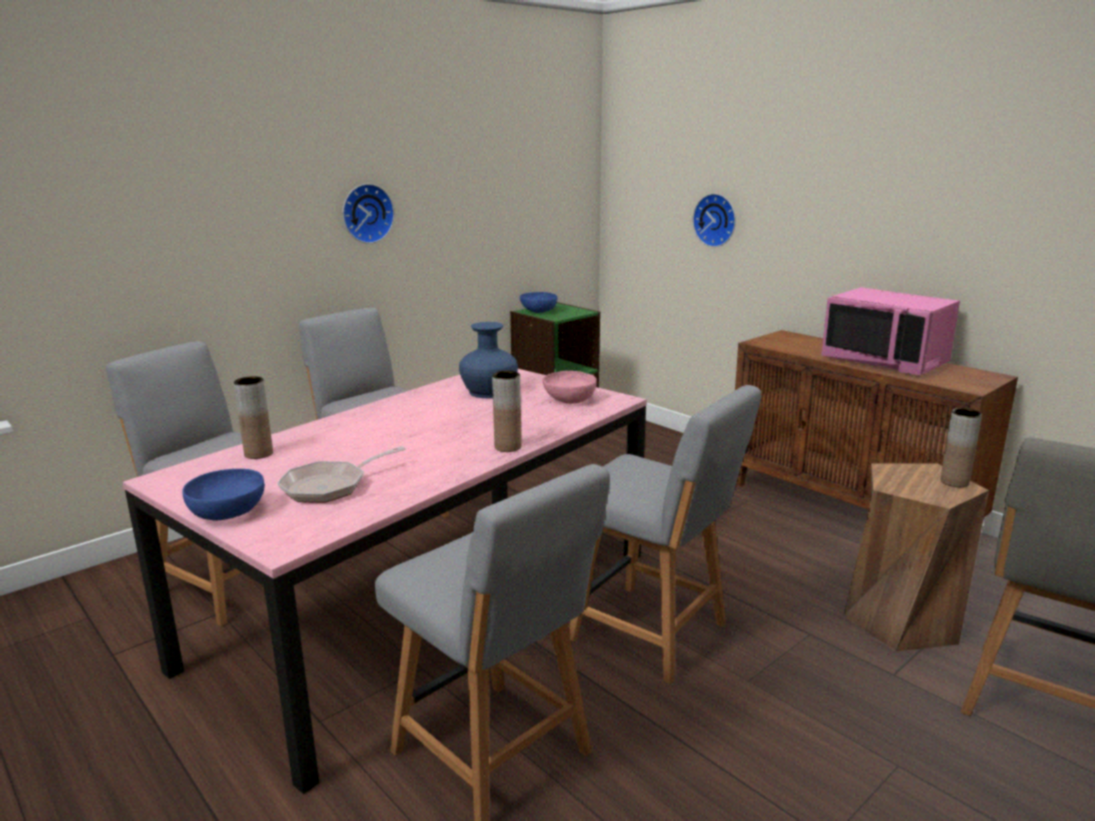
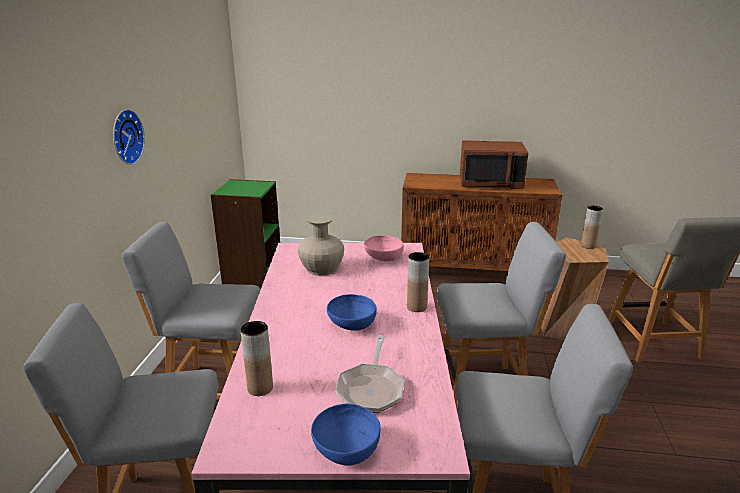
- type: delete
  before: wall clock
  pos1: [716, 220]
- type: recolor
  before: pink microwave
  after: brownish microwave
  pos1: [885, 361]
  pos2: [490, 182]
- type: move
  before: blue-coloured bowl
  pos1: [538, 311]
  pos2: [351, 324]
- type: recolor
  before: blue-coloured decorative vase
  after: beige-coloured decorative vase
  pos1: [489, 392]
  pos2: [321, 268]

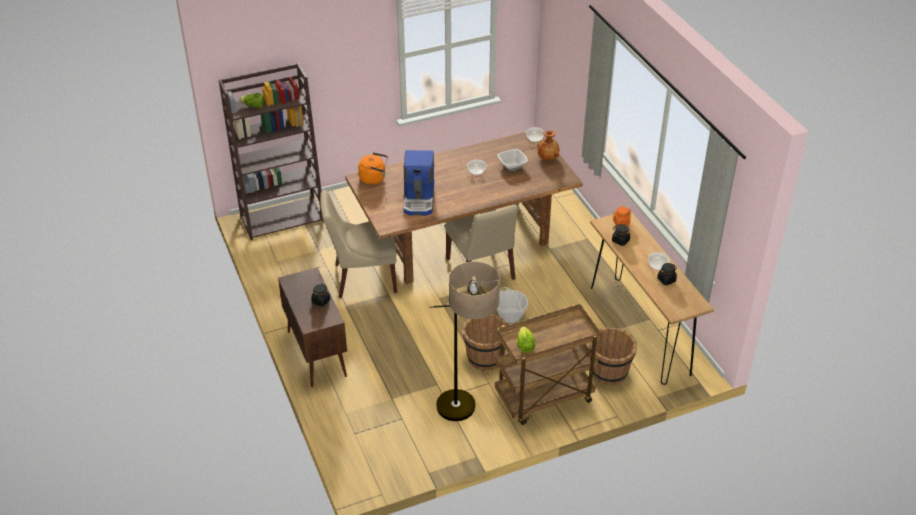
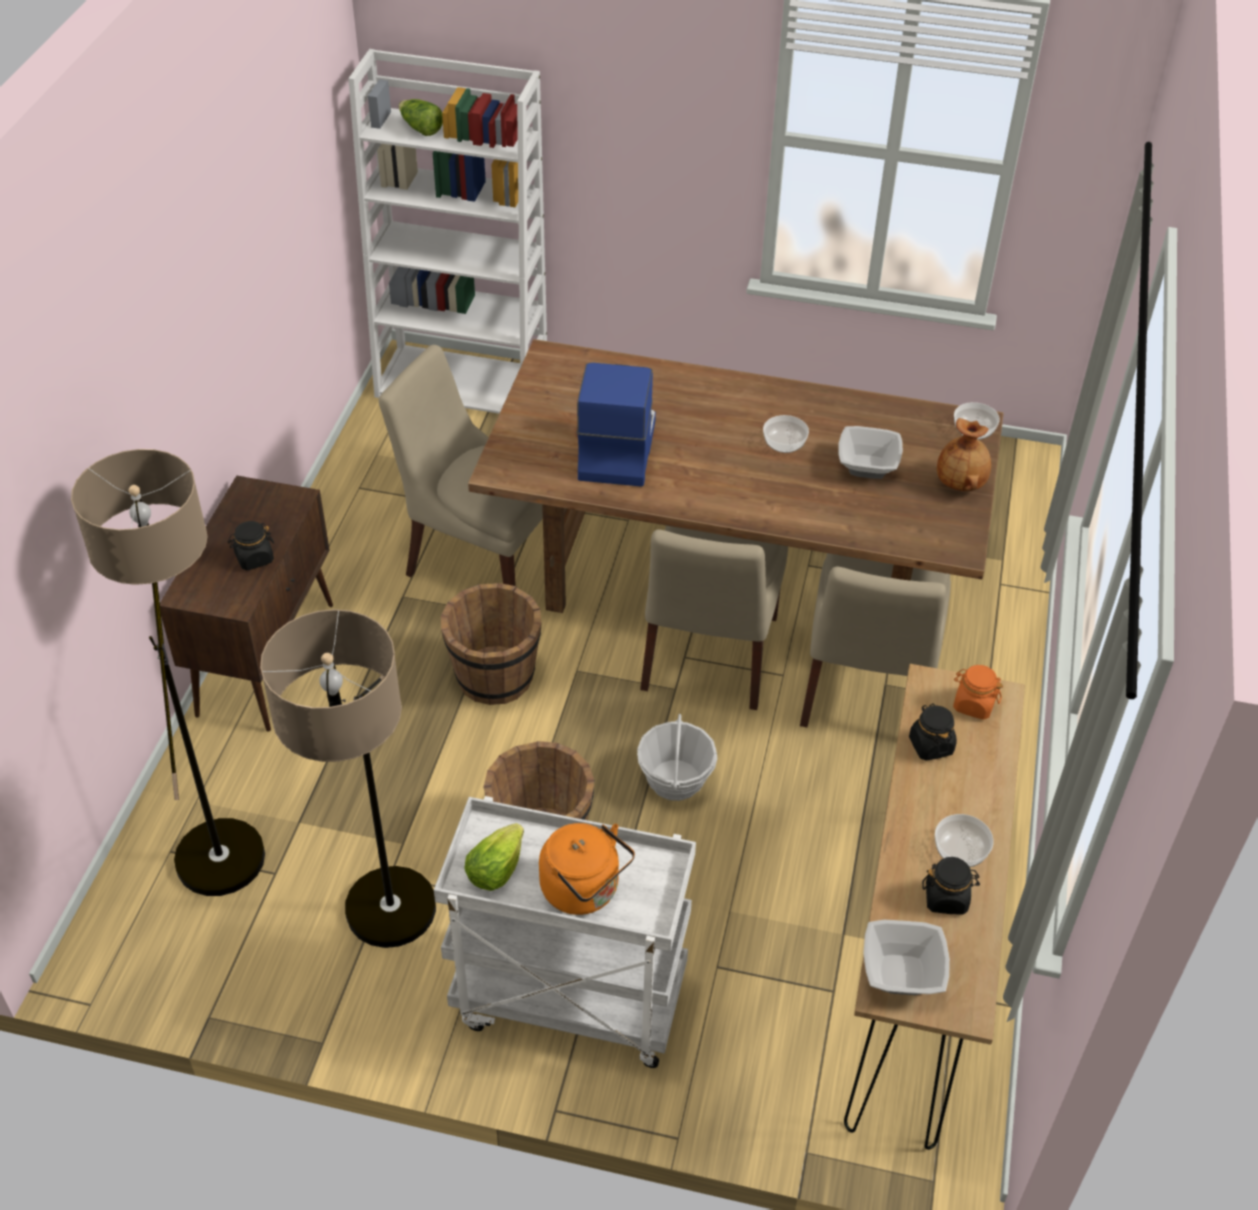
- type: recolor
  before: brownish shelving unit
  after: white-coloured shelving unit
  pos1: [283, 218]
  pos2: [464, 383]
- type: rotate
  before: coffee maker
  pos1: [419, 199]
  pos2: [616, 448]
  turn: 150
- type: move
  before: orange water kettle
  pos1: [374, 178]
  pos2: [584, 890]
- type: recolor
  before: brownish cart
  after: white-coloured cart
  pos1: [544, 399]
  pos2: [567, 1000]
- type: move
  before: brownish pail
  pos1: [609, 372]
  pos2: [495, 678]
- type: insert
  after: floor lamp
  pos2: [220, 830]
- type: insert
  after: beige-coloured upright chair
  pos2: [866, 692]
- type: insert
  after: bowl
  pos2: [901, 972]

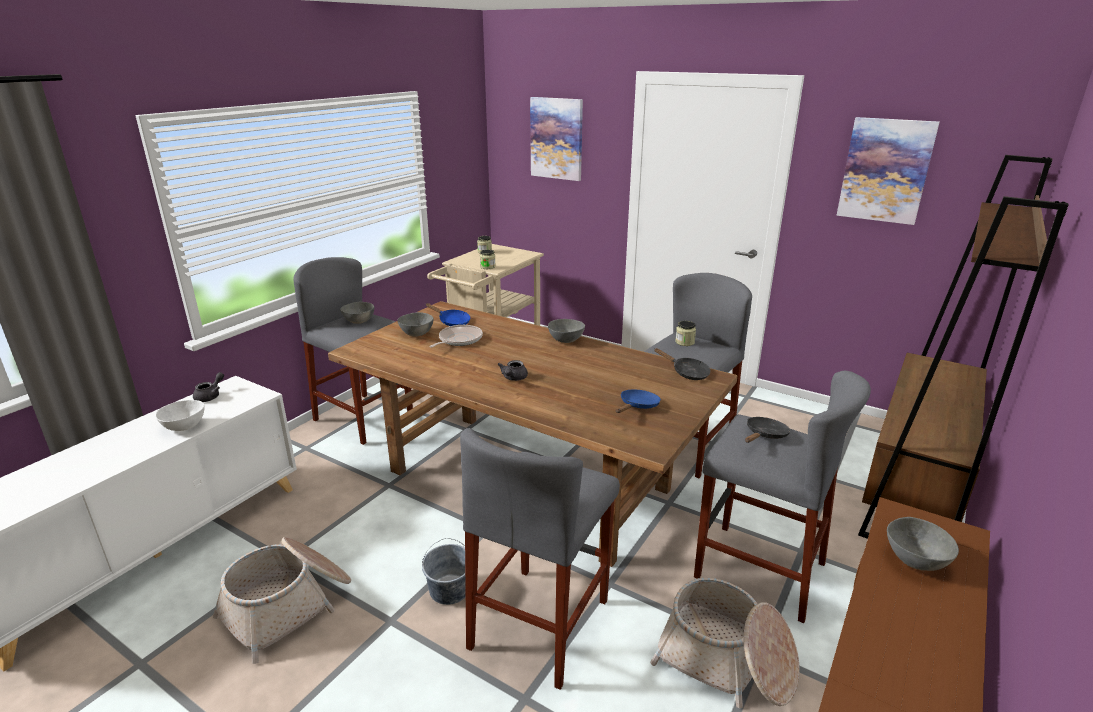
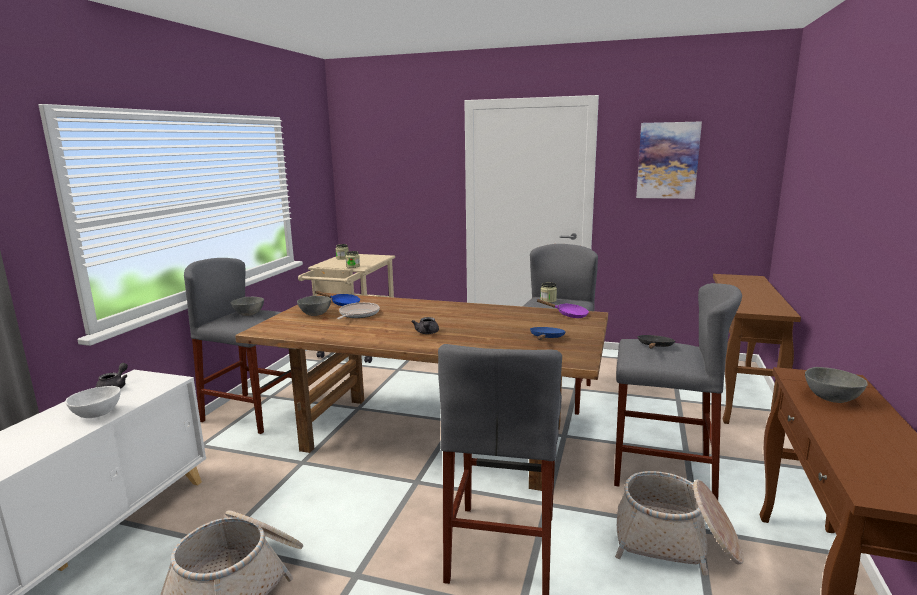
- type: delete
  before: picture
  pos1: [556, 138]
- type: replace
  before: brownish shelving unit
  after: brownish narrow table
  pos1: [913, 486]
  pos2: [738, 396]
- type: delete
  before: greyish bowl
  pos1: [566, 340]
- type: recolor
  before: blackish skillet
  after: purple skillet
  pos1: [687, 372]
  pos2: [568, 315]
- type: delete
  before: greyish pail
  pos1: [449, 590]

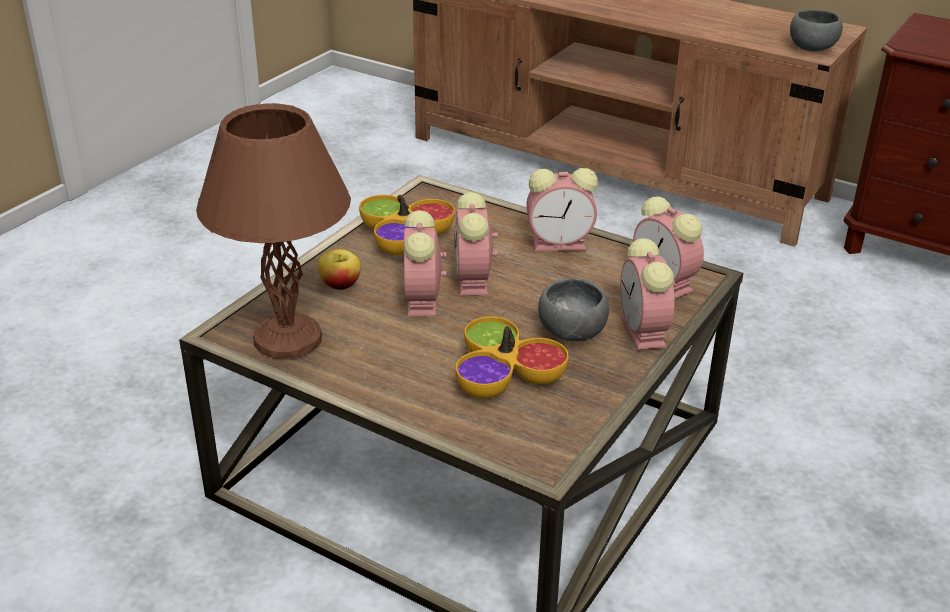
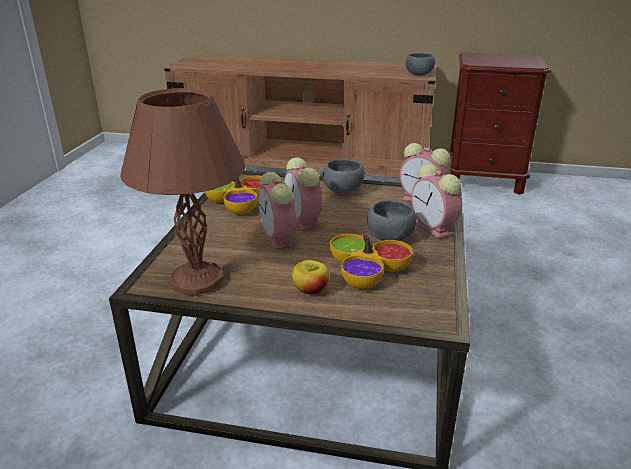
- type: replace
  before: bedside clock
  after: greyish bowl
  pos1: [561, 243]
  pos2: [344, 190]
- type: move
  before: apple fruit
  pos1: [340, 284]
  pos2: [310, 290]

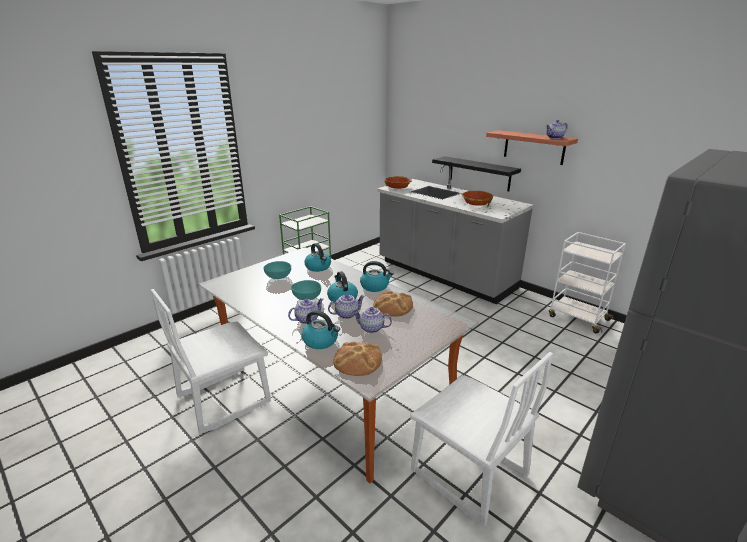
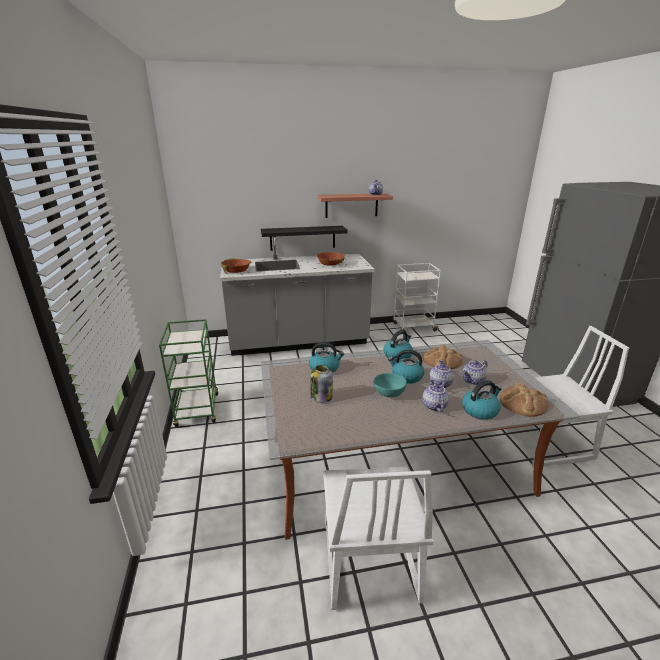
- type: replace
  before: blue-green bowl
  after: storage jar
  pos1: [277, 277]
  pos2: [321, 396]

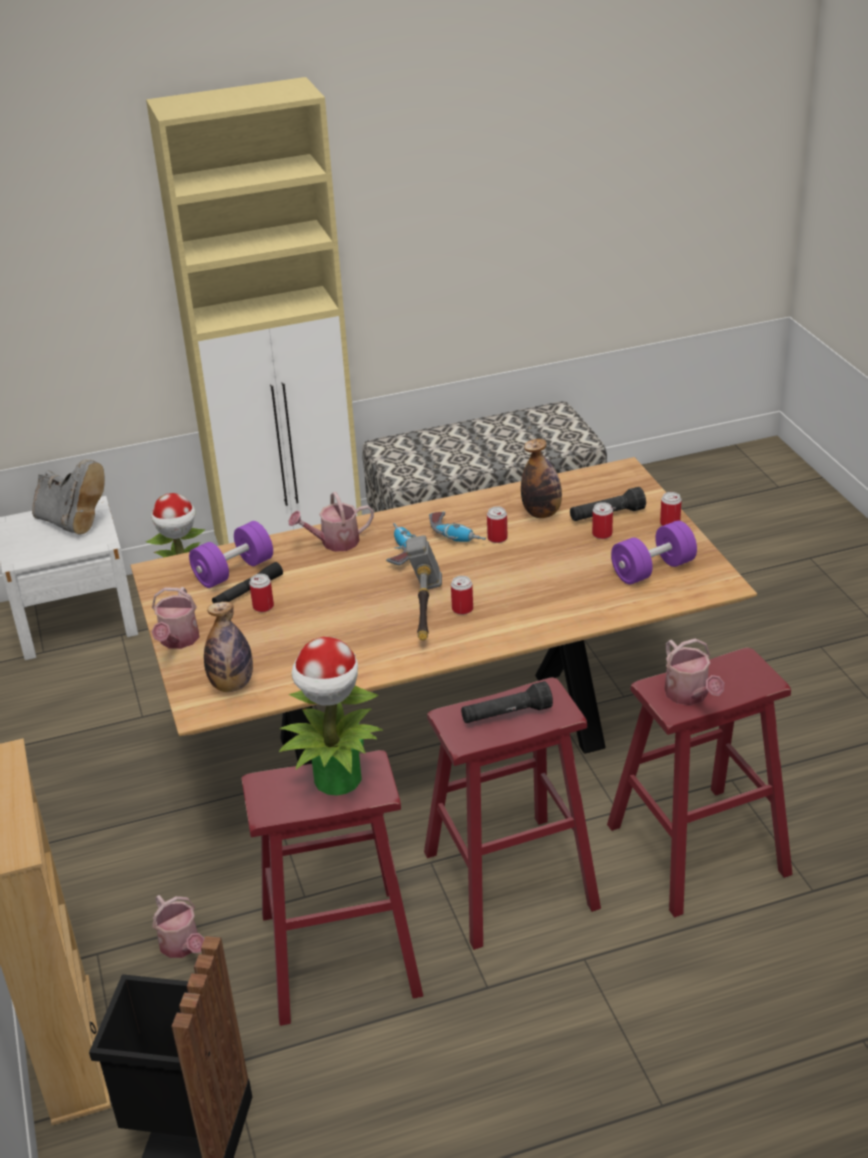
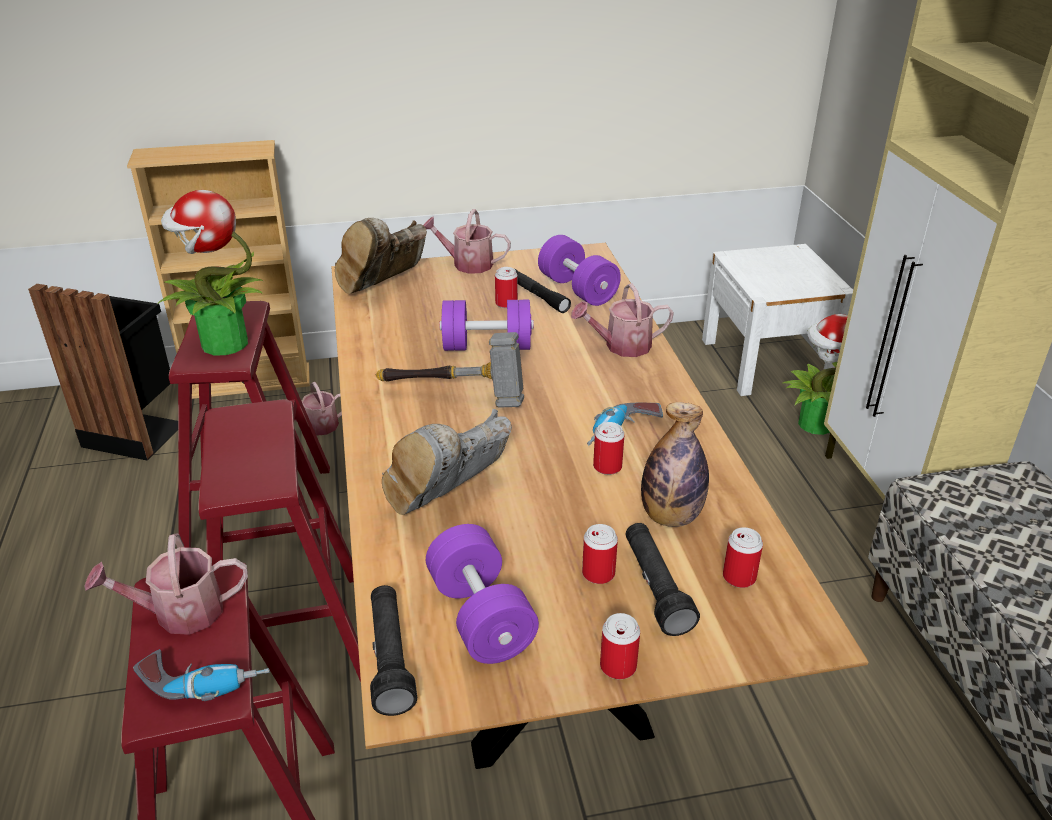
- type: move
  before: greyish tall boot
  pos1: [72, 523]
  pos2: [449, 500]
- type: rotate
  before: watering pot
  pos1: [334, 542]
  pos2: [621, 346]
  turn: -90
- type: move
  before: electric drill
  pos1: [398, 551]
  pos2: [204, 682]
- type: move
  before: sealed can
  pos1: [462, 609]
  pos2: [739, 577]
- type: replace
  before: drink bottle
  after: brownish tall boot
  pos1: [232, 685]
  pos2: [384, 288]
- type: move
  before: blackish flashlight
  pos1: [506, 715]
  pos2: [390, 658]
- type: insert
  after: purple hand weight
  pos2: [487, 346]

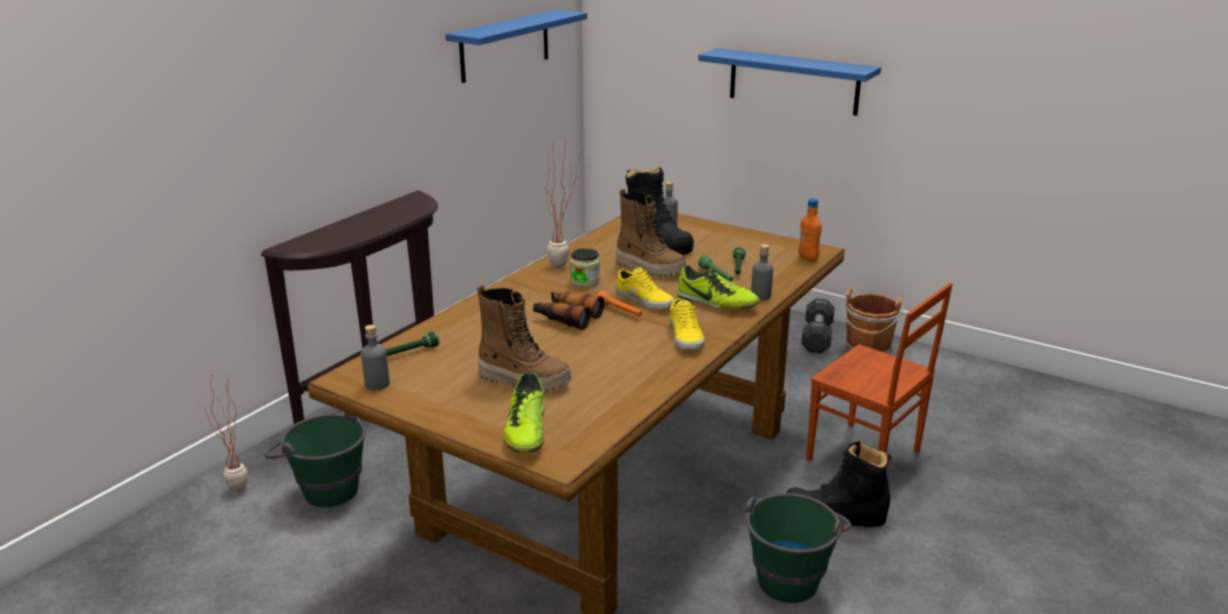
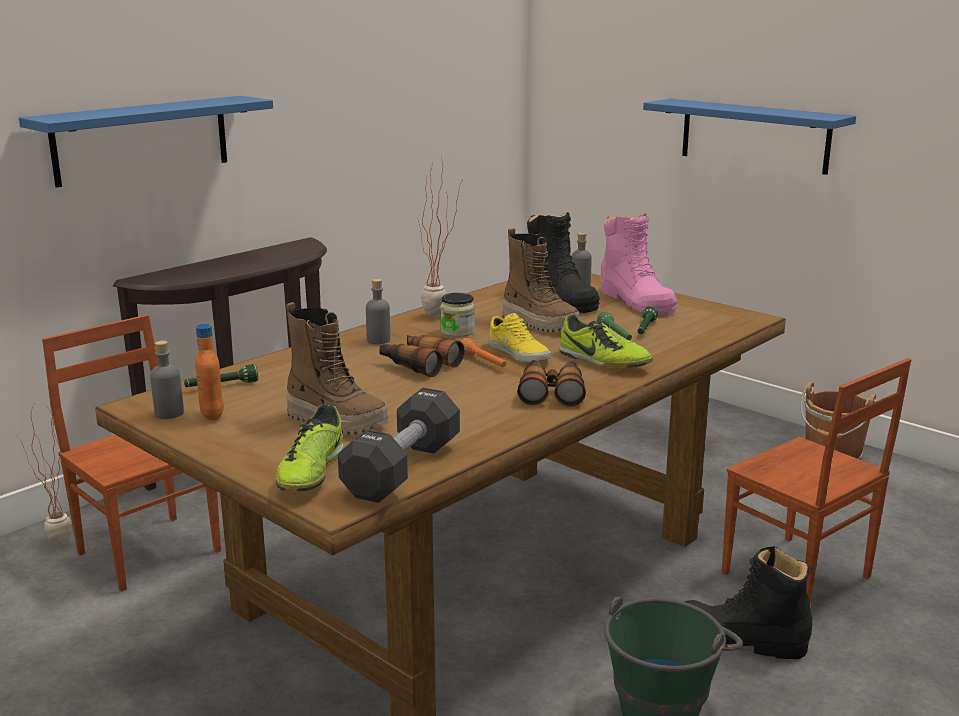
- type: move
  before: blue-coloured shelf
  pos1: [505, 45]
  pos2: [142, 140]
- type: move
  before: orange drink bottle
  pos1: [808, 258]
  pos2: [212, 415]
- type: move
  before: greyish drink bottle
  pos1: [760, 296]
  pos2: [378, 340]
- type: replace
  before: yellowish item of footwear
  after: field glasses
  pos1: [686, 336]
  pos2: [551, 392]
- type: move
  before: blackish hand weight
  pos1: [817, 337]
  pos2: [402, 469]
- type: replace
  before: green pail
  after: brownish upright chair
  pos1: [323, 488]
  pos2: [150, 550]
- type: insert
  after: pink tall boot
  pos2: [636, 301]

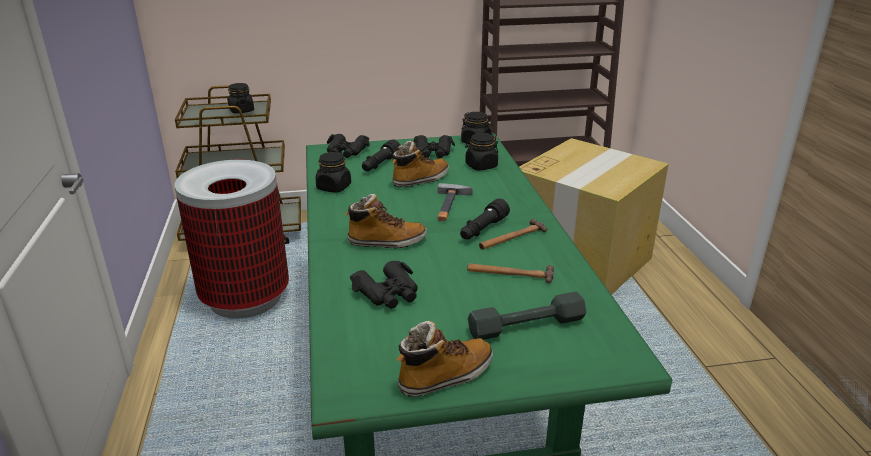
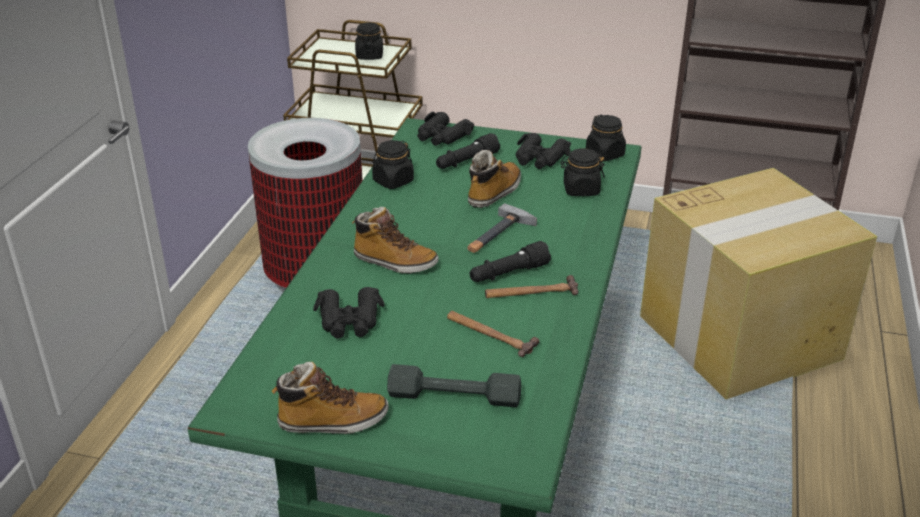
- type: rotate
  before: tall boot
  pos1: [420, 180]
  pos2: [494, 193]
  turn: -45

